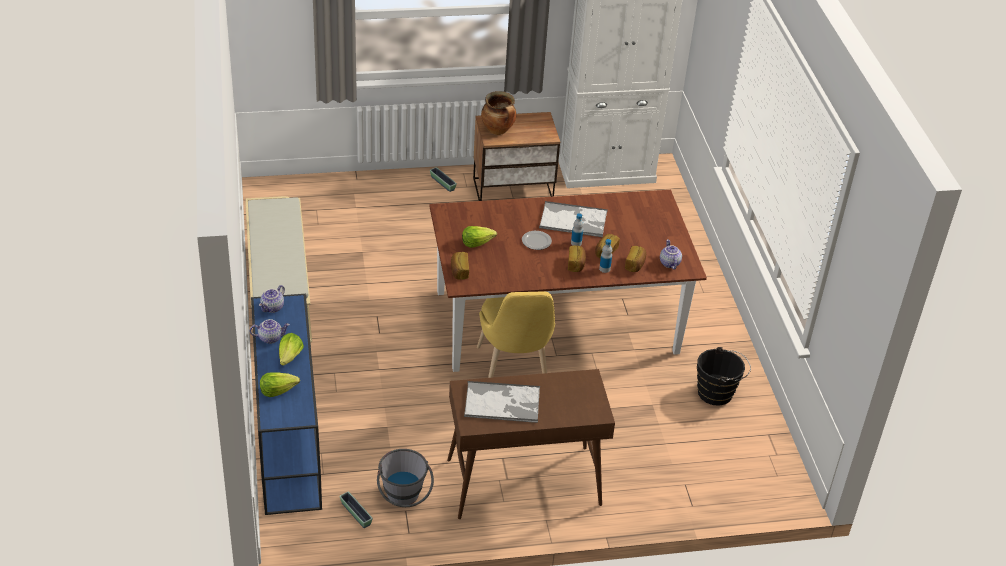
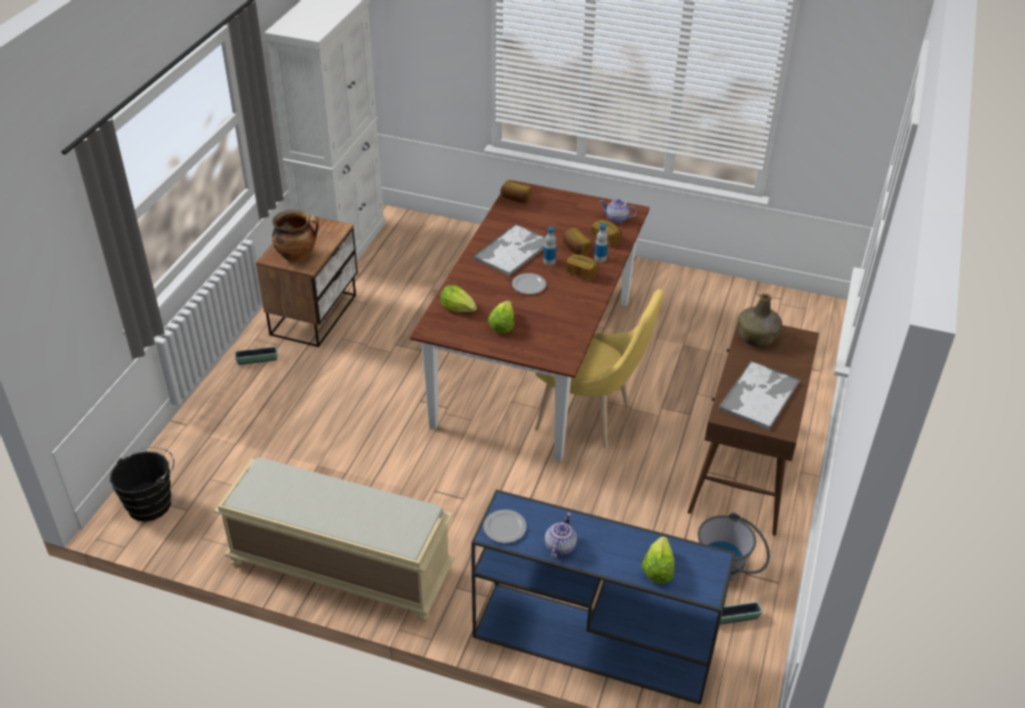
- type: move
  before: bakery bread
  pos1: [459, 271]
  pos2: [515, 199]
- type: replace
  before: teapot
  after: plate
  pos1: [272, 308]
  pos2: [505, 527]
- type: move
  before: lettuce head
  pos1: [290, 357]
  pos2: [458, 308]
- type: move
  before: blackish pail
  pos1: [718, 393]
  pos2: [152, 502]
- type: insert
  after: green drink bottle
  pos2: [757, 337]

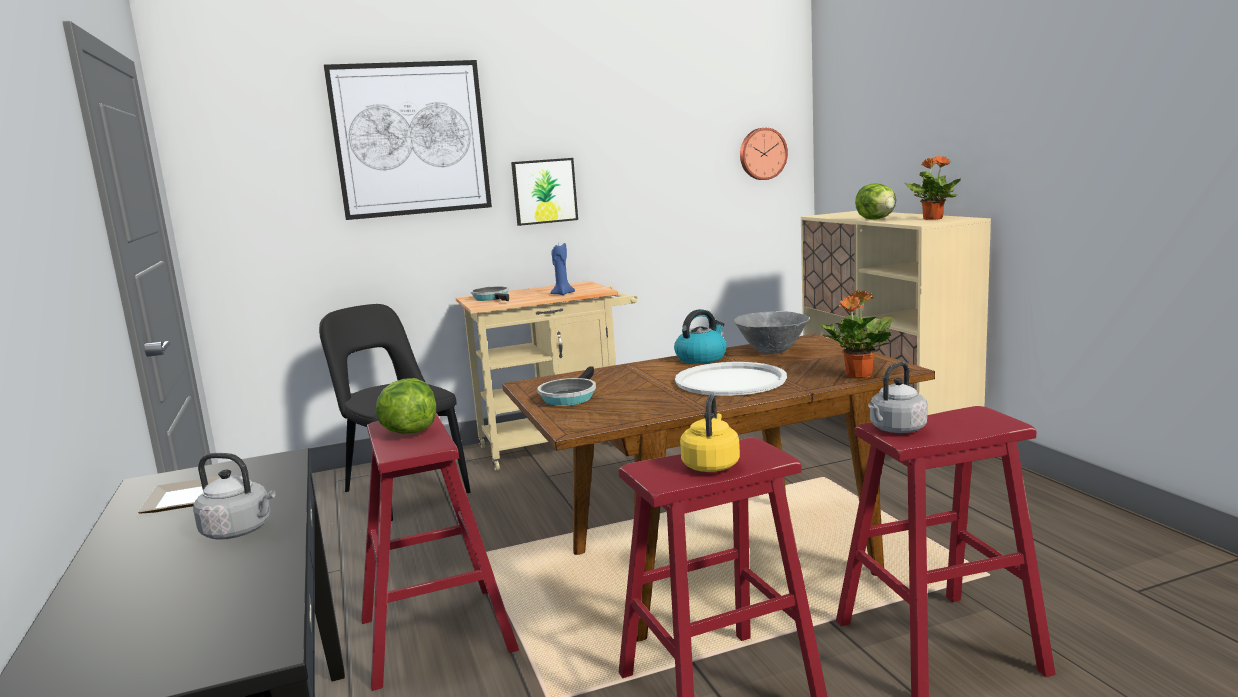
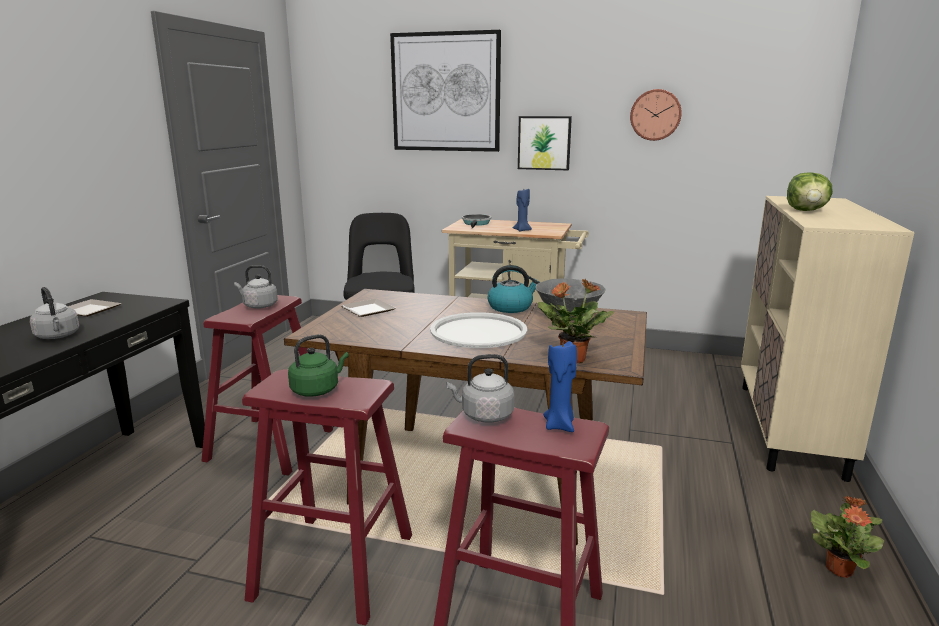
- type: move
  before: wall clock
  pos1: [762, 154]
  pos2: [655, 115]
- type: move
  before: potted plant
  pos1: [932, 219]
  pos2: [839, 569]
- type: replace
  before: skillet
  after: plate
  pos1: [569, 397]
  pos2: [366, 310]
- type: replace
  before: lettuce head
  after: greyish water kettle
  pos1: [408, 431]
  pos2: [258, 306]
- type: recolor
  before: yellowish water kettle
  after: green water kettle
  pos1: [711, 465]
  pos2: [317, 390]
- type: insert
  after: blue-coloured wax candle
  pos2: [560, 425]

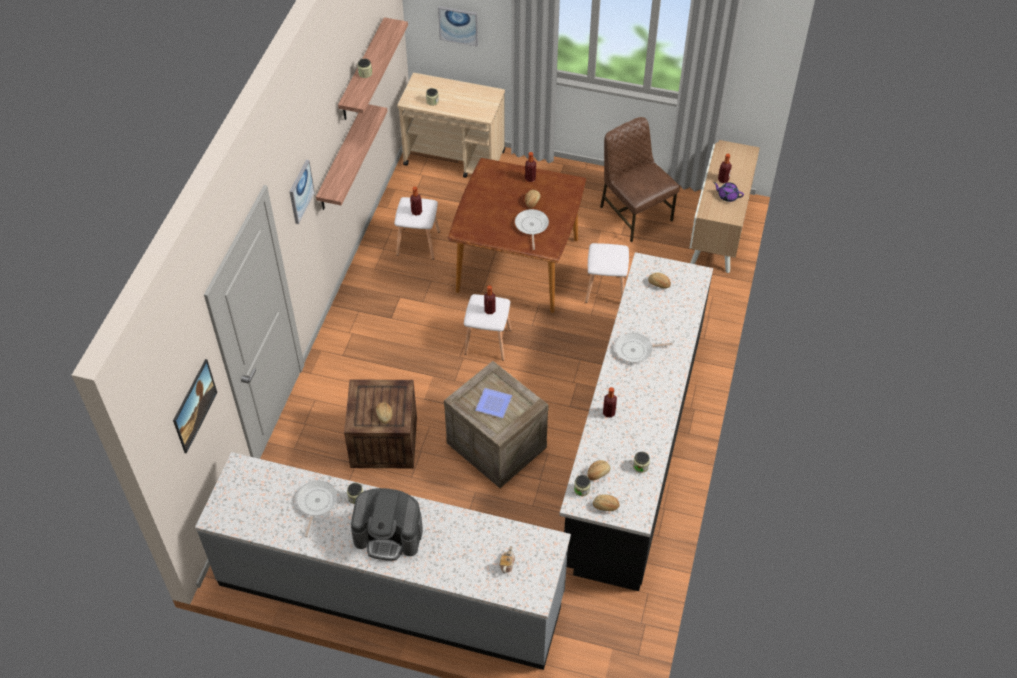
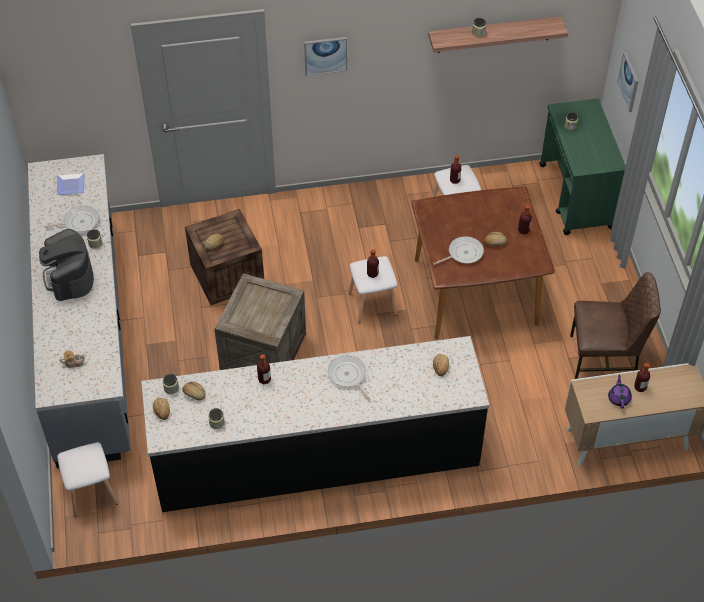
- type: recolor
  before: beige-coloured cart
  after: green cart
  pos1: [455, 158]
  pos2: [575, 197]
- type: delete
  before: shelf
  pos1: [341, 159]
- type: rotate
  before: brownish upright chair
  pos1: [634, 213]
  pos2: [604, 359]
  turn: 60
- type: move
  before: white-coloured stool
  pos1: [606, 290]
  pos2: [90, 493]
- type: delete
  before: picture
  pos1: [197, 414]
- type: move
  before: plate
  pos1: [492, 404]
  pos2: [69, 184]

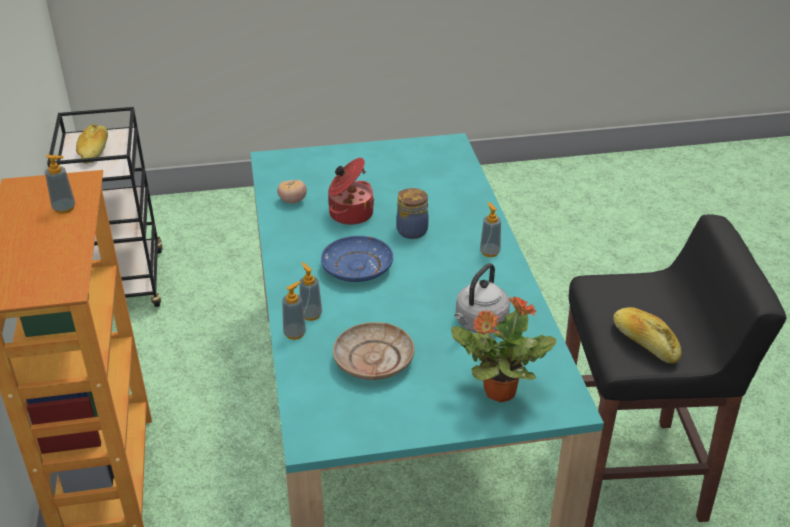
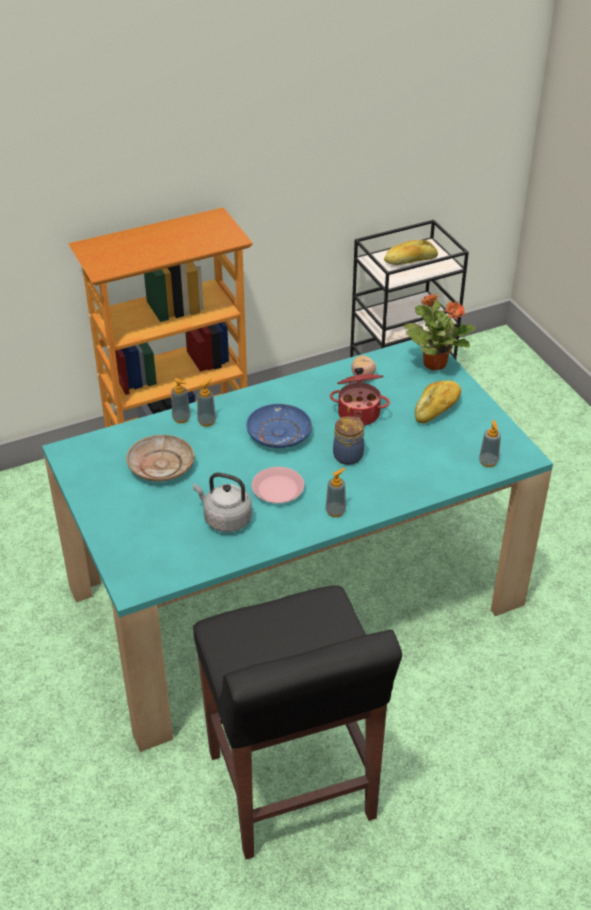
- type: move
  before: soap bottle
  pos1: [64, 208]
  pos2: [488, 462]
- type: move
  before: potted plant
  pos1: [498, 391]
  pos2: [434, 363]
- type: move
  before: bakery bread
  pos1: [644, 343]
  pos2: [437, 408]
- type: insert
  after: pink plate
  pos2: [277, 489]

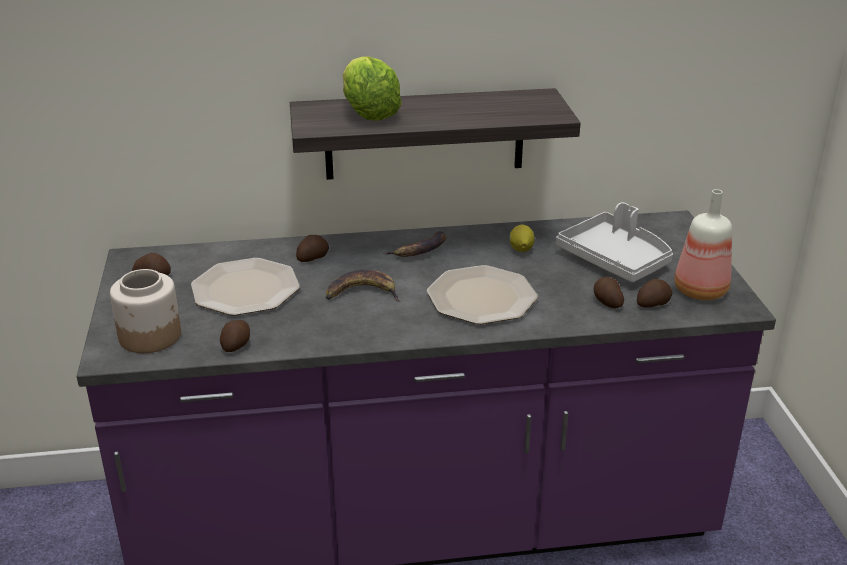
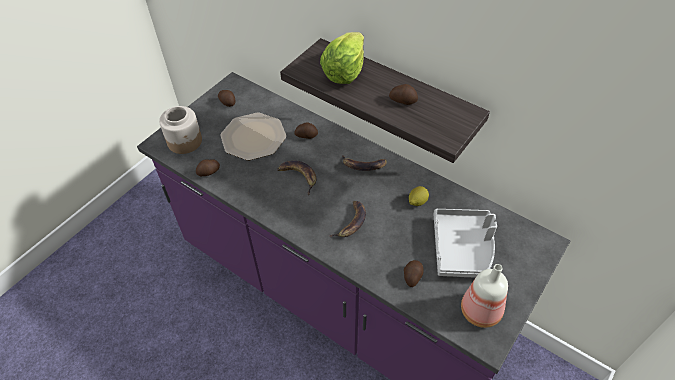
- type: replace
  before: plate
  after: banana fruit
  pos1: [482, 297]
  pos2: [351, 223]
- type: move
  before: spud
  pos1: [652, 303]
  pos2: [403, 100]

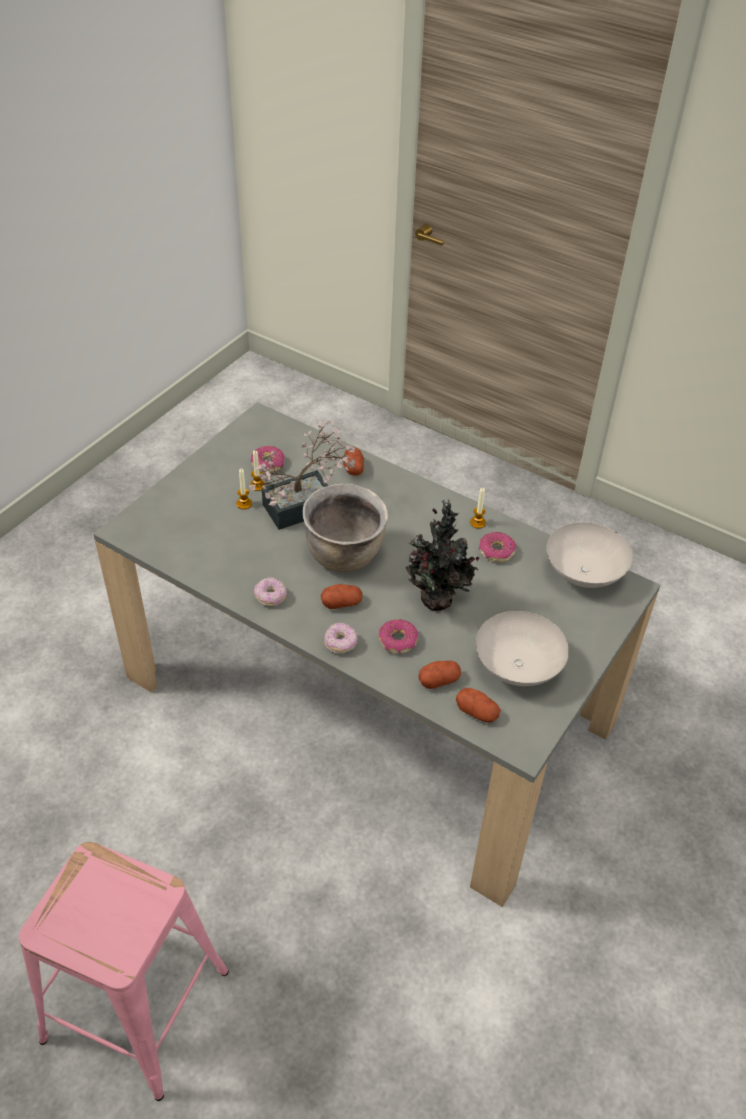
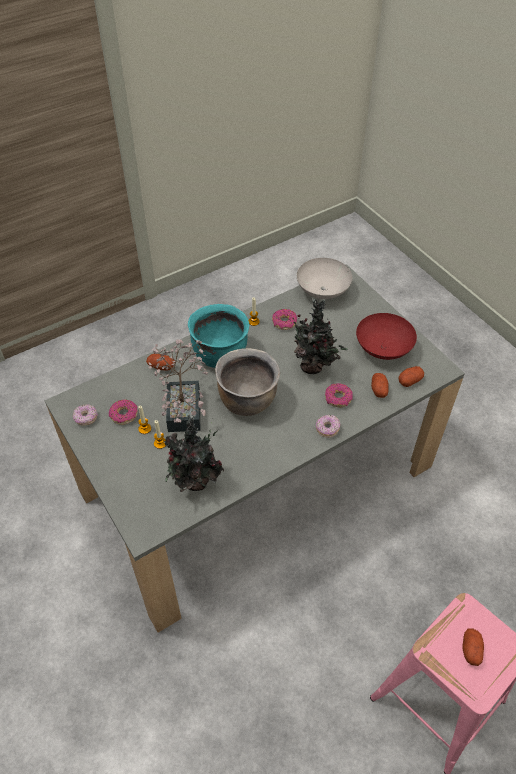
- type: move
  before: ring doughnut
  pos1: [271, 597]
  pos2: [86, 418]
- type: move
  before: spud
  pos1: [341, 603]
  pos2: [471, 649]
- type: recolor
  before: white-coloured bowl
  after: red-coloured bowl
  pos1: [517, 668]
  pos2: [383, 350]
- type: insert
  after: blue-green cooking pot
  pos2: [219, 354]
- type: insert
  after: potted plant
  pos2: [195, 483]

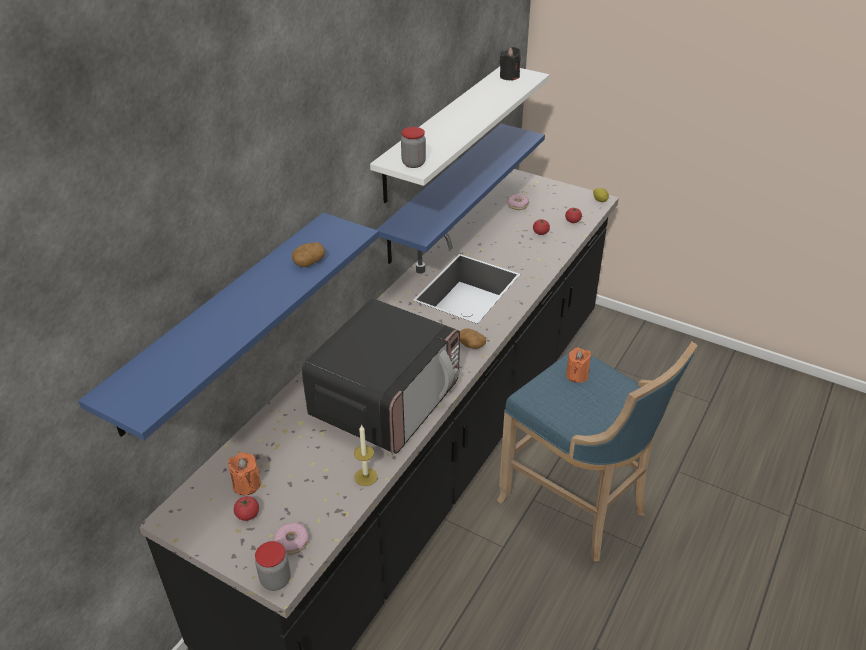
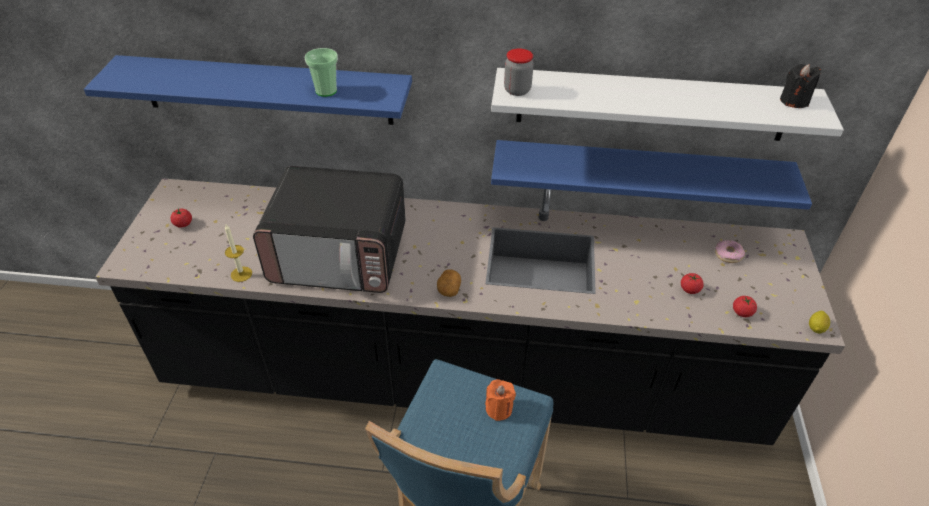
- type: replace
  before: spud
  after: drinking cup
  pos1: [309, 261]
  pos2: [326, 91]
- type: delete
  before: orange wax candle
  pos1: [246, 484]
- type: delete
  before: ring doughnut
  pos1: [292, 542]
- type: delete
  before: storage jar
  pos1: [275, 580]

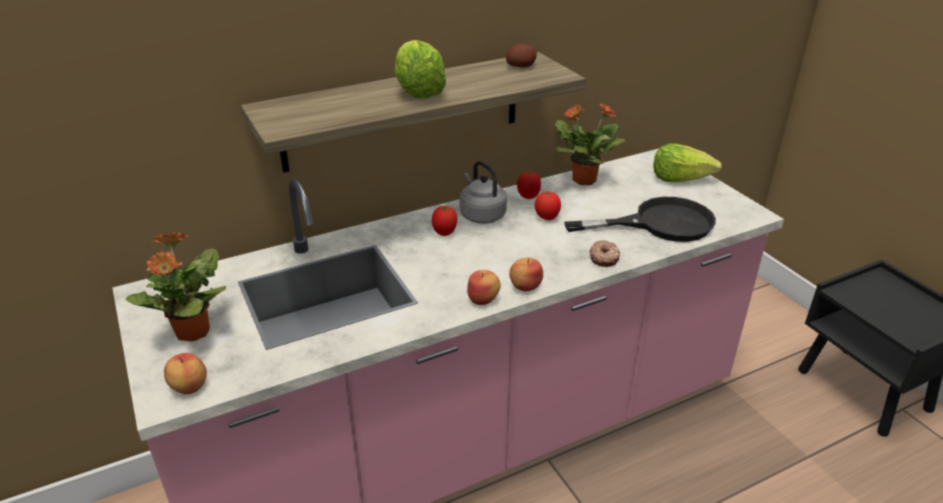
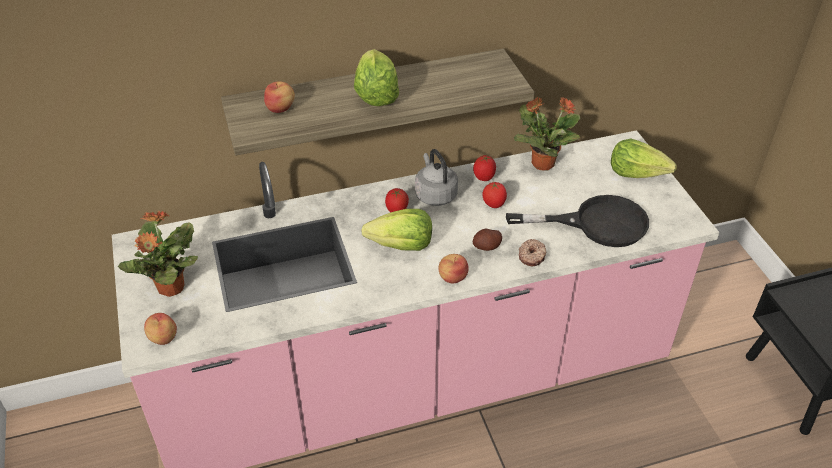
- type: move
  before: spud
  pos1: [521, 66]
  pos2: [487, 246]
- type: move
  before: apple fruit
  pos1: [483, 299]
  pos2: [281, 108]
- type: insert
  after: lettuce head
  pos2: [401, 246]

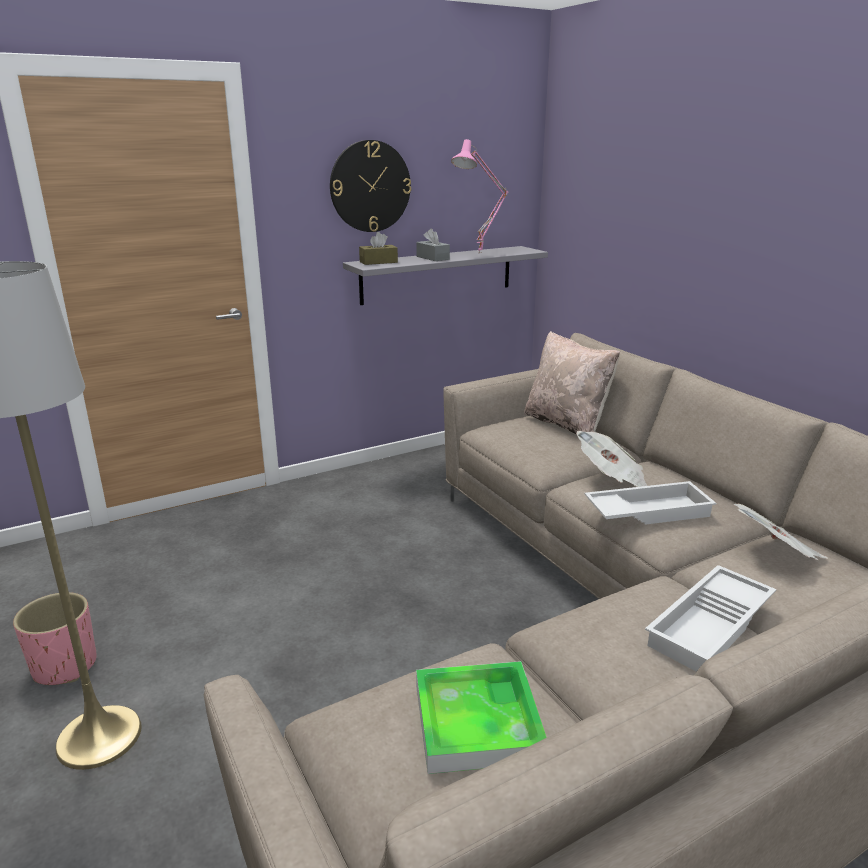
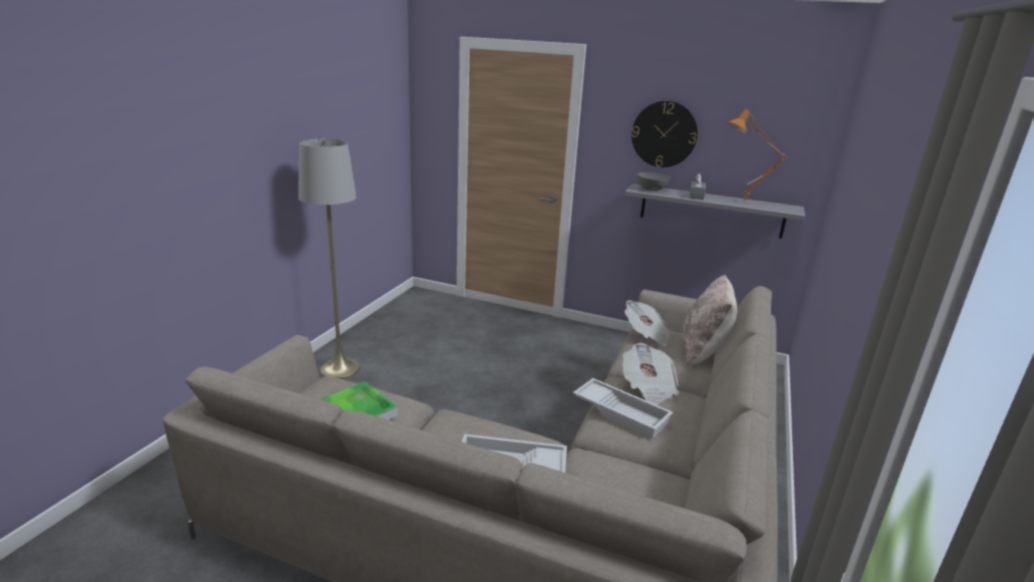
- type: recolor
  before: pink lamp for a table
  after: orange lamp for a table
  pos1: [481, 253]
  pos2: [744, 202]
- type: replace
  before: brownish box of tissues
  after: greyish bowl
  pos1: [378, 262]
  pos2: [652, 189]
- type: move
  before: newspaper
  pos1: [776, 554]
  pos2: [646, 335]
- type: delete
  before: pink flower pot
  pos1: [64, 666]

